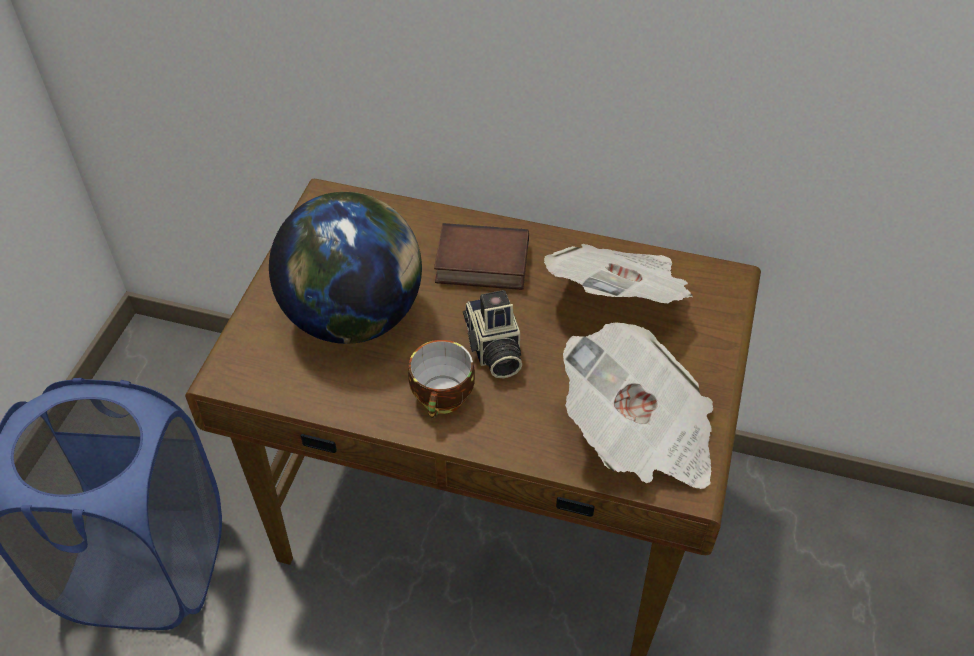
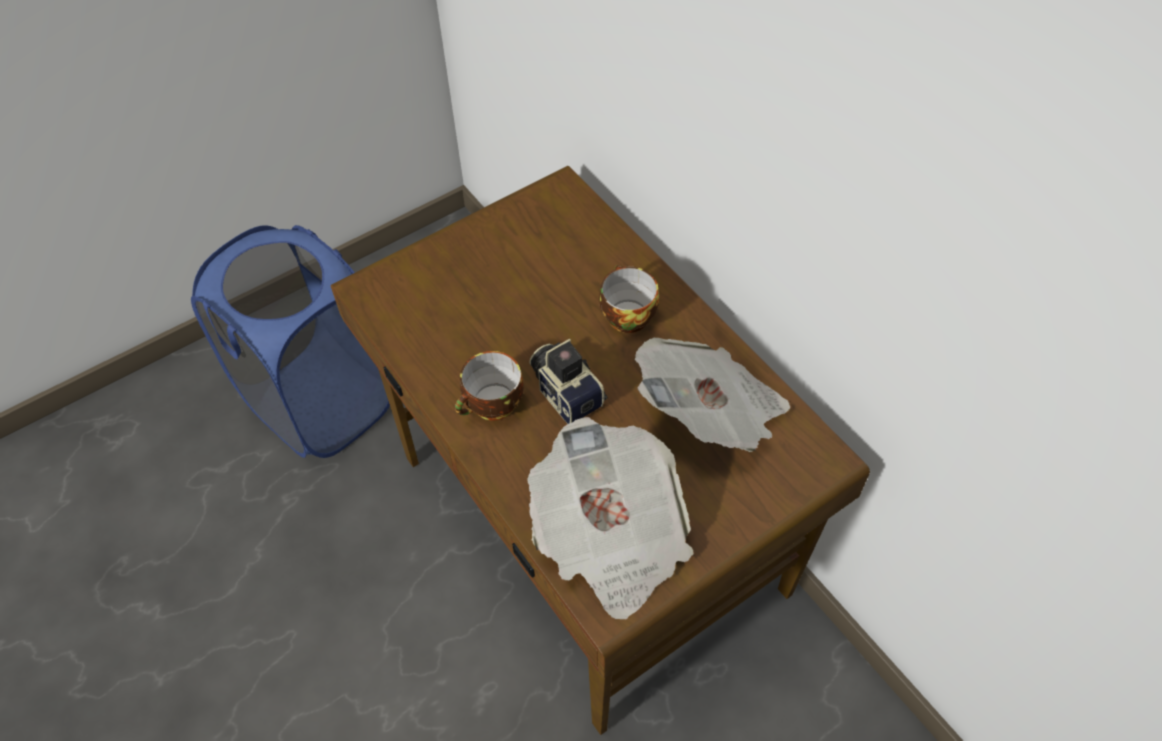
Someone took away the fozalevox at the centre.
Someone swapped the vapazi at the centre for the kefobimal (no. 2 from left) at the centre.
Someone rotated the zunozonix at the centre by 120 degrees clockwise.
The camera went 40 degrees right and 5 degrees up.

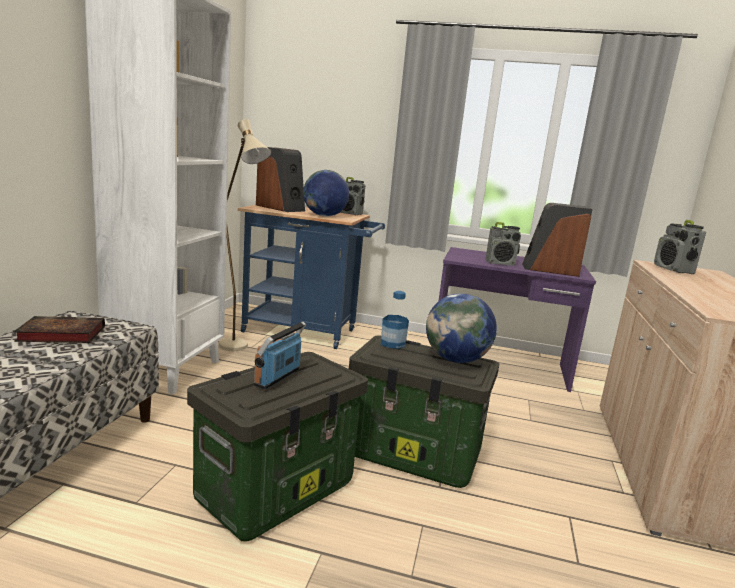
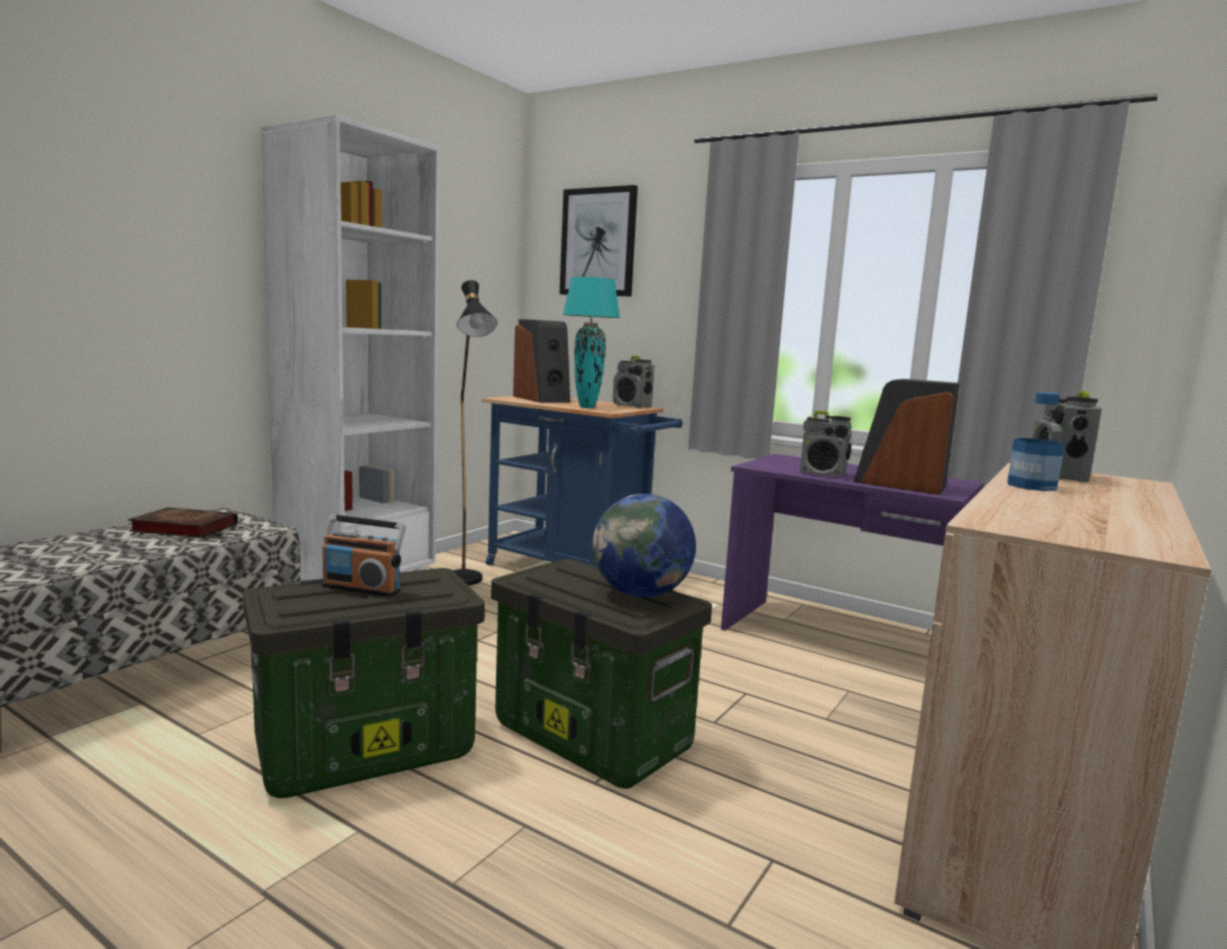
Someone put up the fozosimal at the top centre.
Someone carried the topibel from the centre to the middle right.
Someone swapped the fozalevox (no. 1 from left) at the top centre for the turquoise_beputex at the centre.
Someone repainted the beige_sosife at the centre, which became the black_sosife at the centre.
Someone rotated the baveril (no. 1 from left) at the centre by 120 degrees counterclockwise.
The camera went 20 degrees right and 5 degrees down.

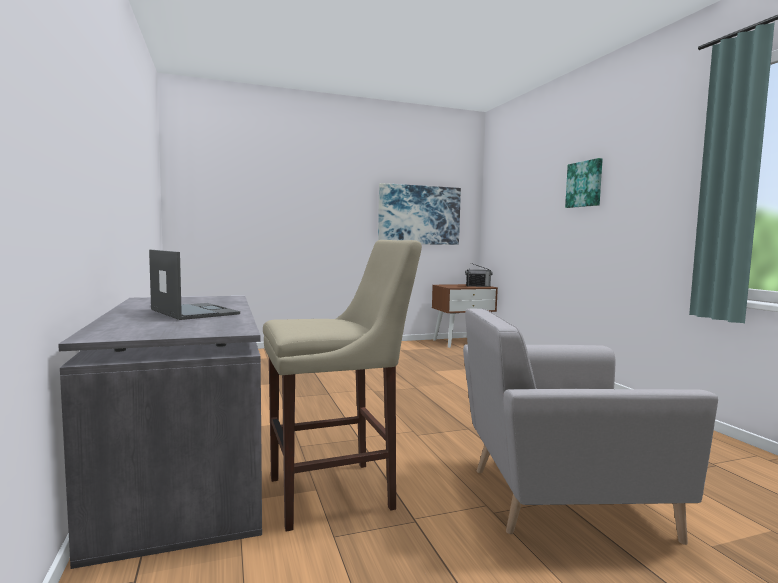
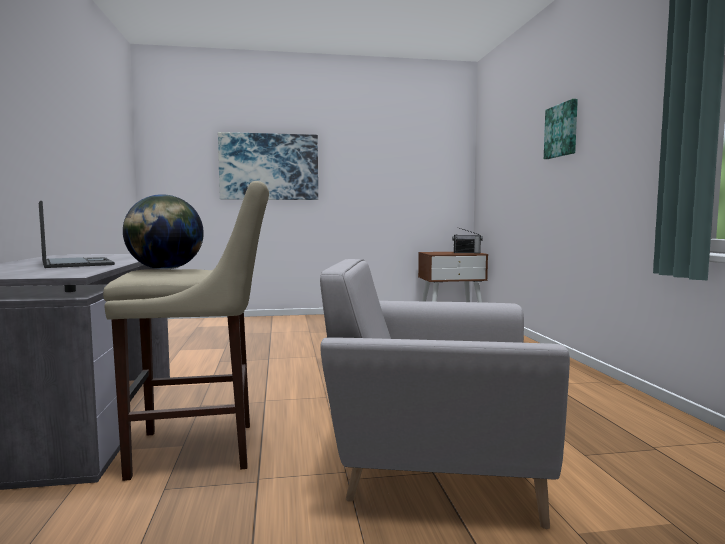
Someone put down the fozalevox at the middle left.
Someone carried the fozosimal (no. 1 from left) from the centre to the top centre.
The camera went 10 degrees right and 0 degrees up.

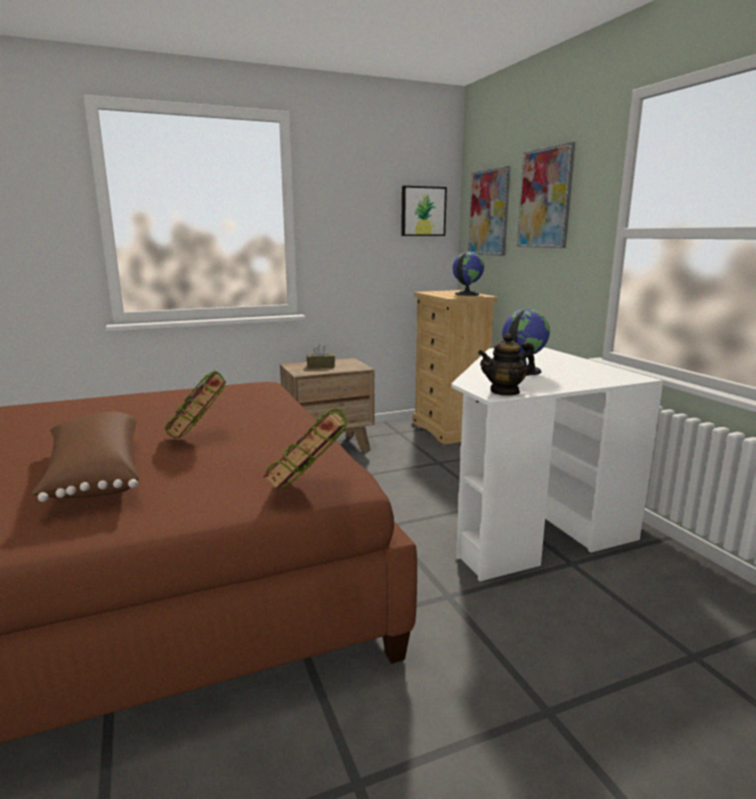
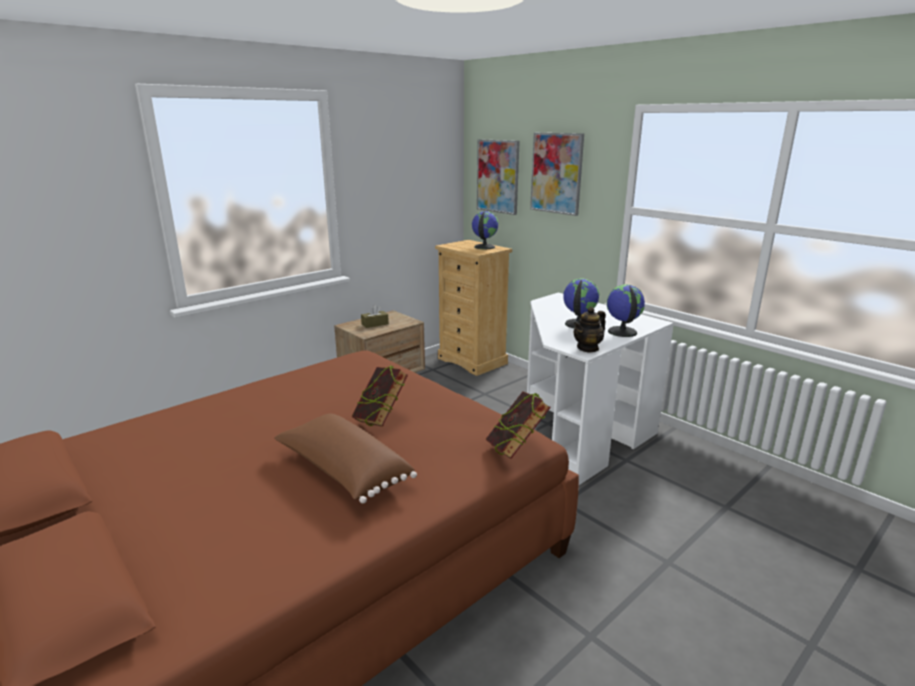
Someone took away the fozosimal (no. 1 from left) at the top centre.
Someone put down the fozalevox (no. 3 from left) at the middle right.
The camera went 20 degrees left and 5 degrees up.

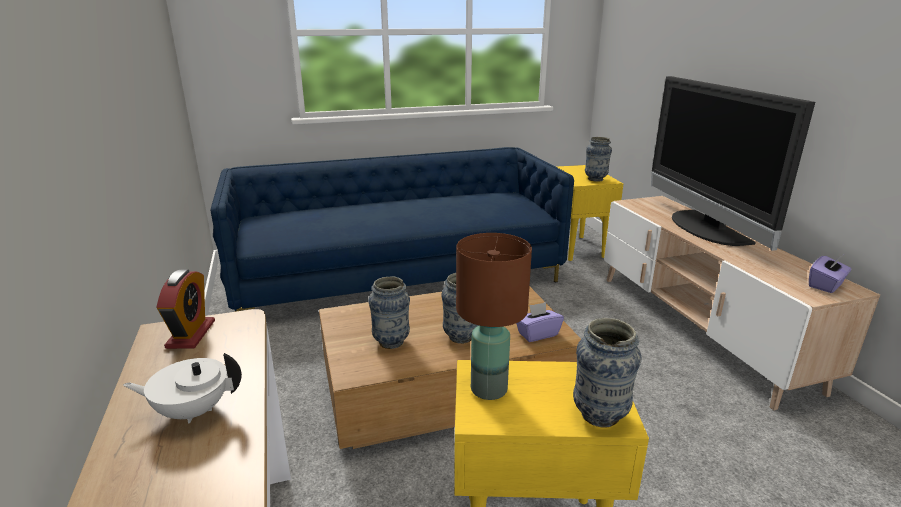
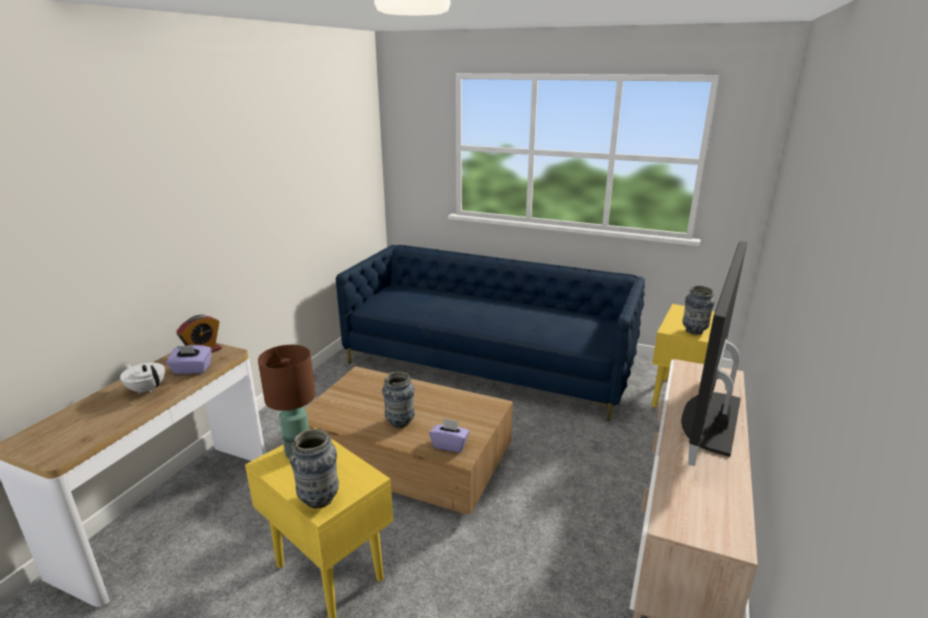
Someone took away the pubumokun (no. 1 from left) at the centre.
Someone carried the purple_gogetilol (no. 2 from left in the first image) from the middle right to the middle left.
The camera went 40 degrees right and 0 degrees up.

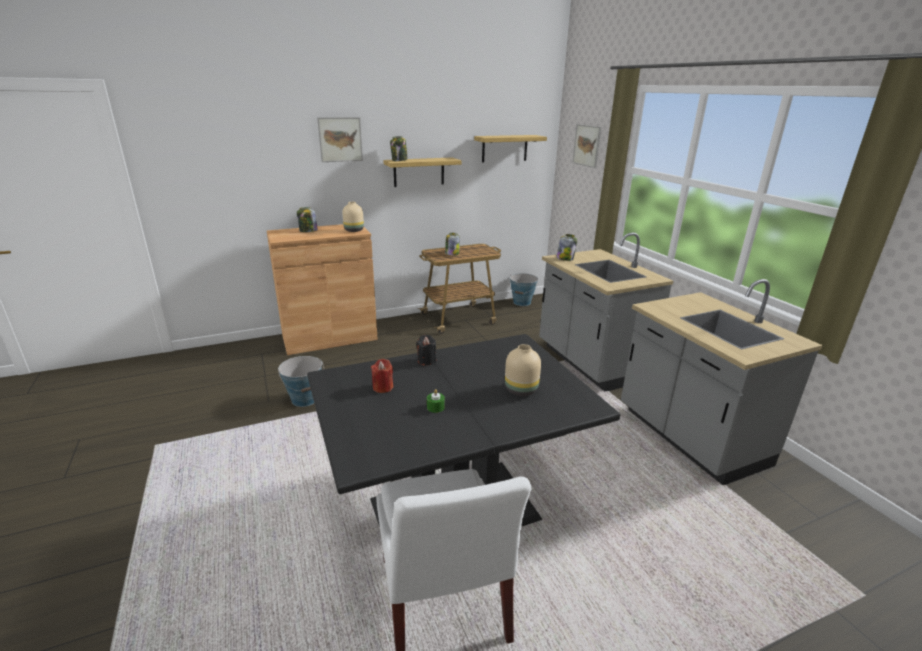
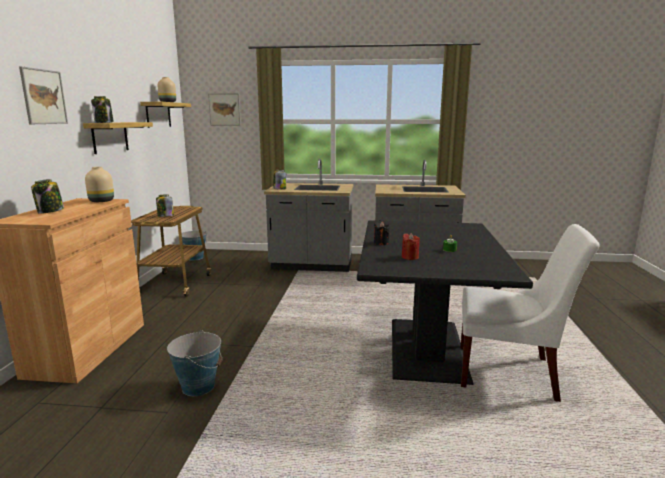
Someone carried the beige_pubumokun (no. 2 from left) from the centre to the top left.
The camera went 60 degrees left and 10 degrees down.

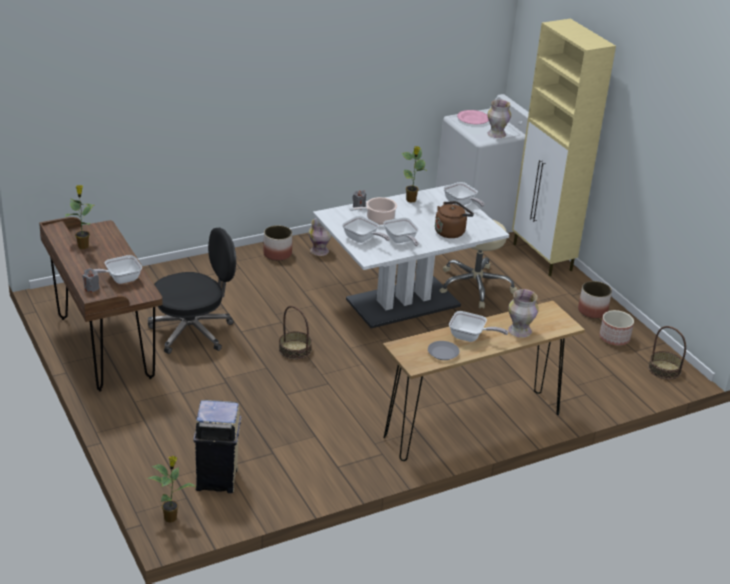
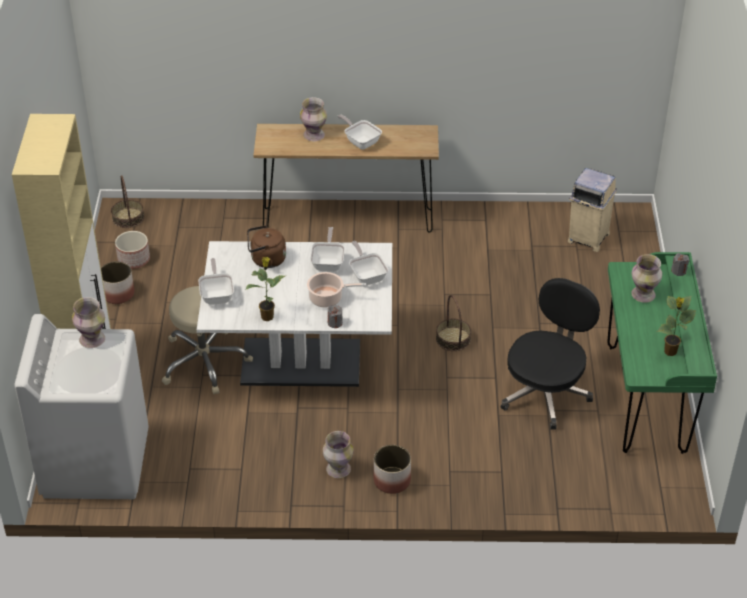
Someone took away the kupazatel (no. 2 from left) at the bottom left.
Someone took away the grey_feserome at the centre.
Someone took away the pink_feserome at the top centre.
Someone swapped the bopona (no. 1 from left) at the middle left for the pubumokun (no. 4 from left) at the middle right.
Someone repainted the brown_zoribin at the middle left, which became the green_zoribin at the middle right.
Someone rotated the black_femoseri at the middle left by 120 degrees clockwise.
The camera went 150 degrees left and 10 degrees up.

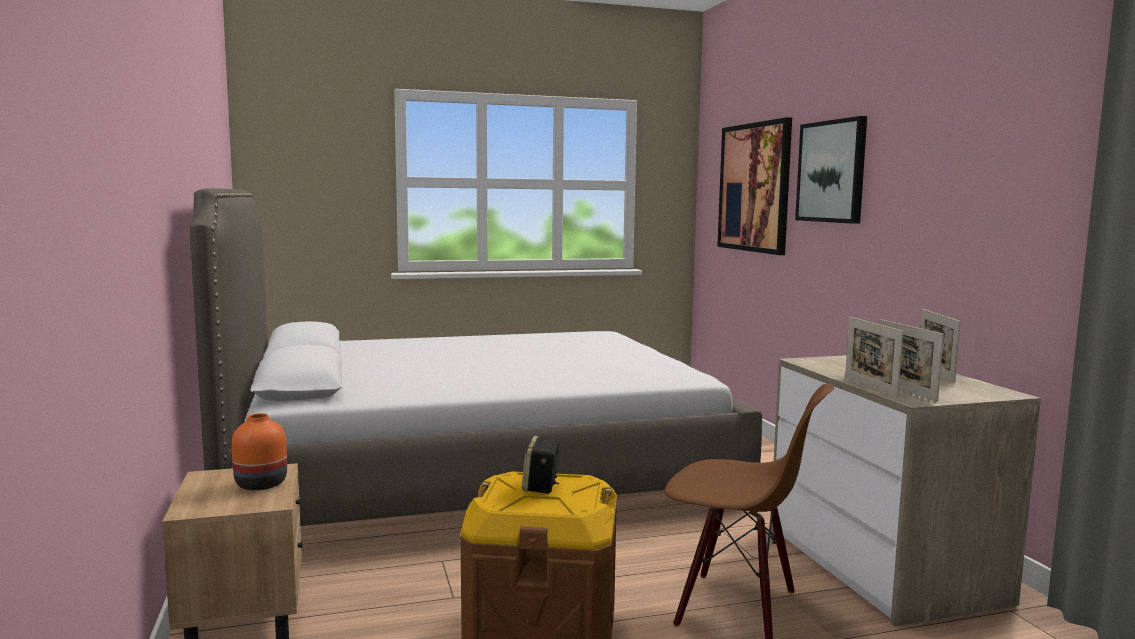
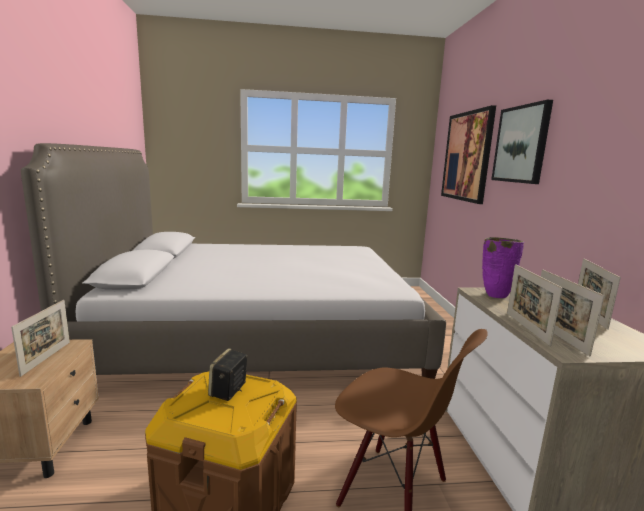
Someone put down the purple_pubumokun at the middle right.
Someone swapped the orange_pubumokun at the bottom left for the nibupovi (no. 1 from left) at the middle left.
The camera went 10 degrees right and 5 degrees up.

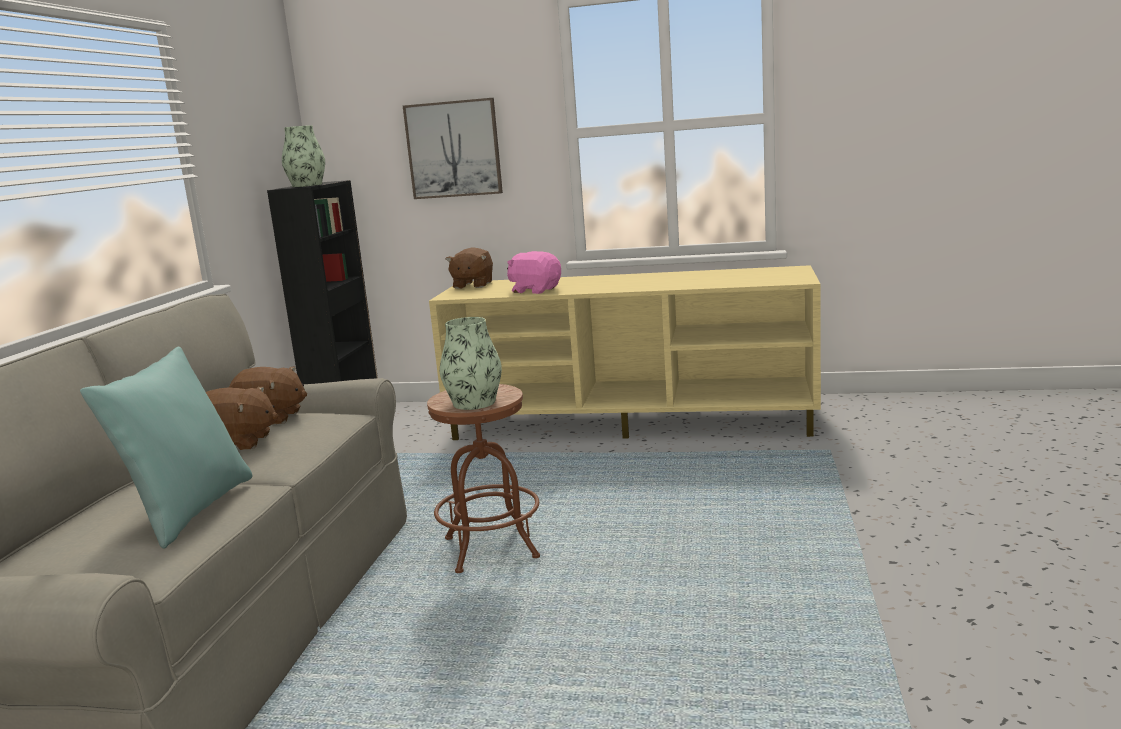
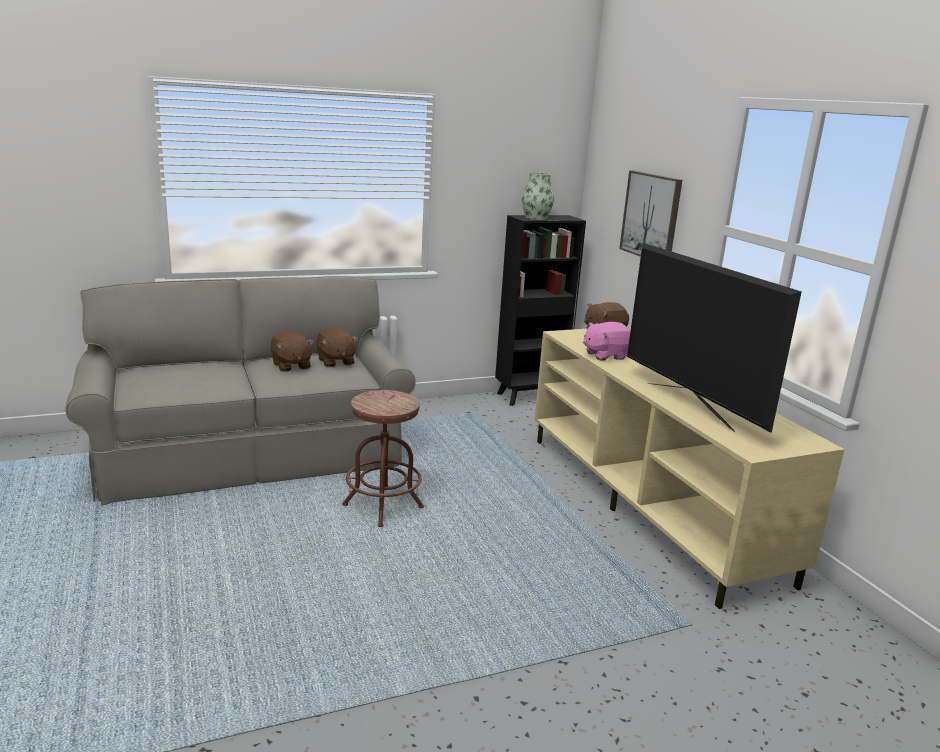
Someone took away the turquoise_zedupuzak at the middle left.
Someone took away the pubumokun (no. 2 from left) at the centre.
Someone put down the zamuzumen at the middle right.
Someone rotated the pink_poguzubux at the centre by 105 degrees counterclockwise.
The camera went 55 degrees right and 5 degrees up.

